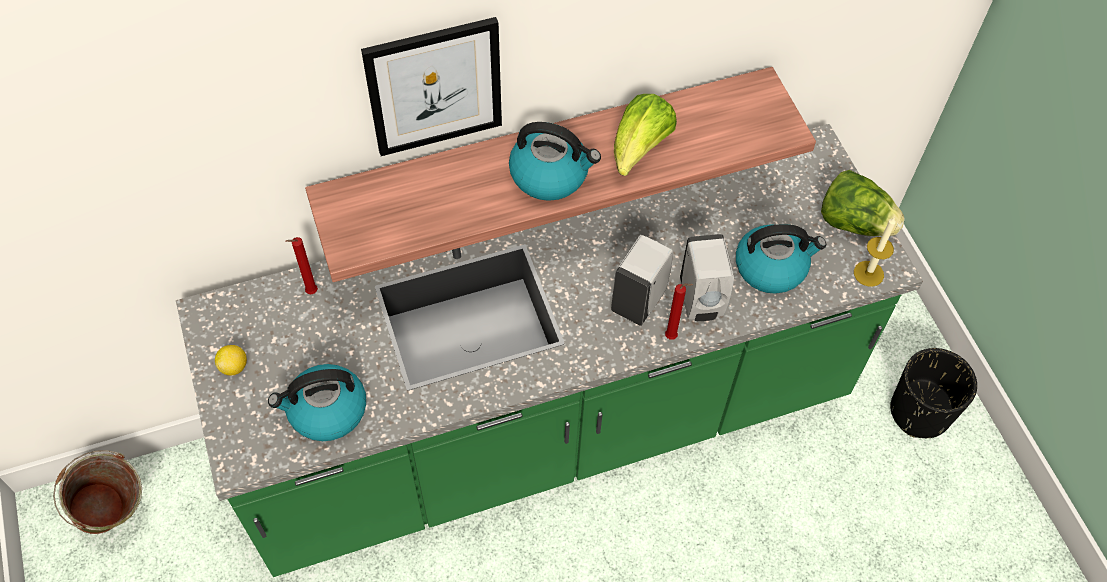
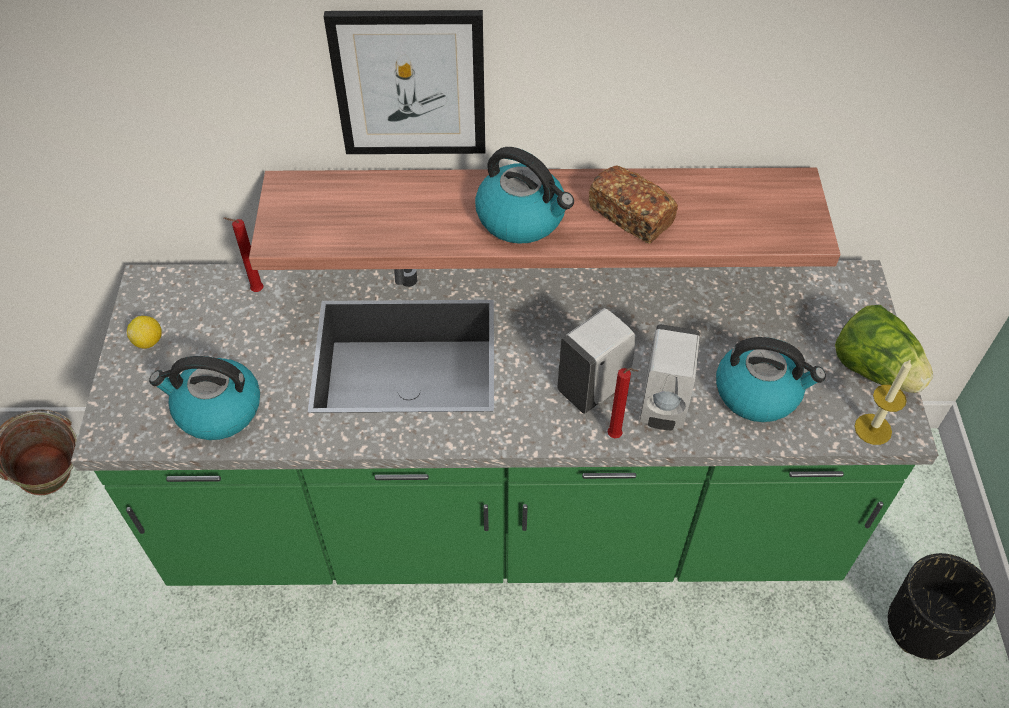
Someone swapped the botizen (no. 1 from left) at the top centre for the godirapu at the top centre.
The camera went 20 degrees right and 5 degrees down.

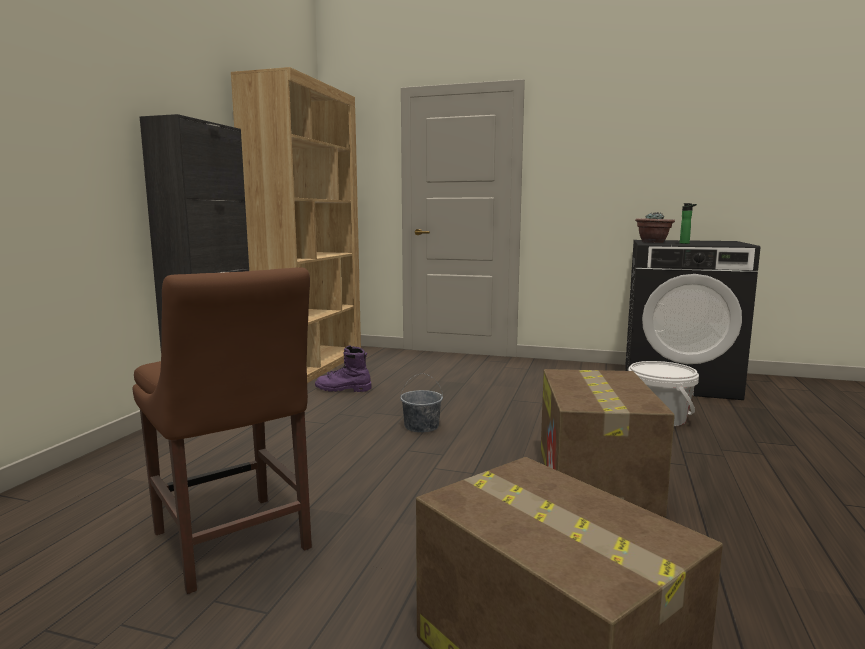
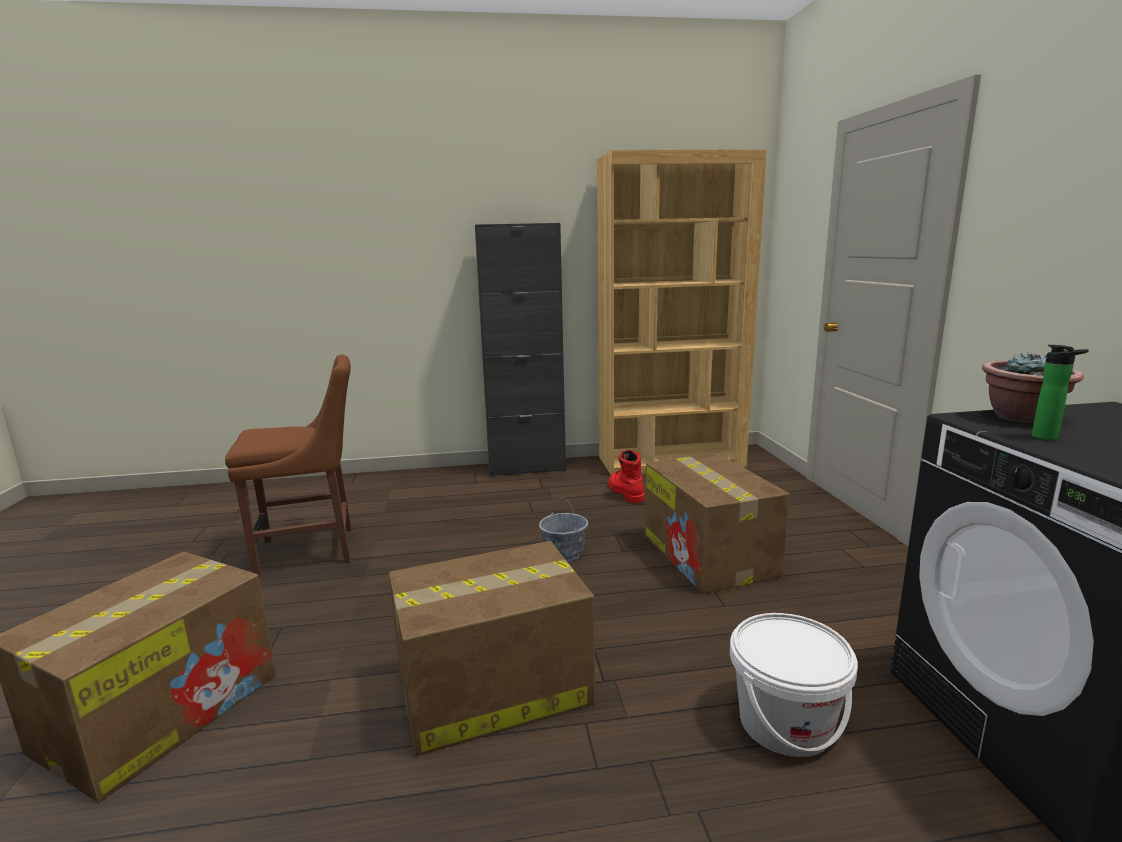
Someone put down the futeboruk (no. 3 from left) at the centre.
Someone repainted the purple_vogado at the centre, which became the red_vogado at the centre.
Someone rotated the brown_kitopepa at the middle left by 135 degrees counterclockwise.
The camera went 65 degrees right and 5 degrees up.

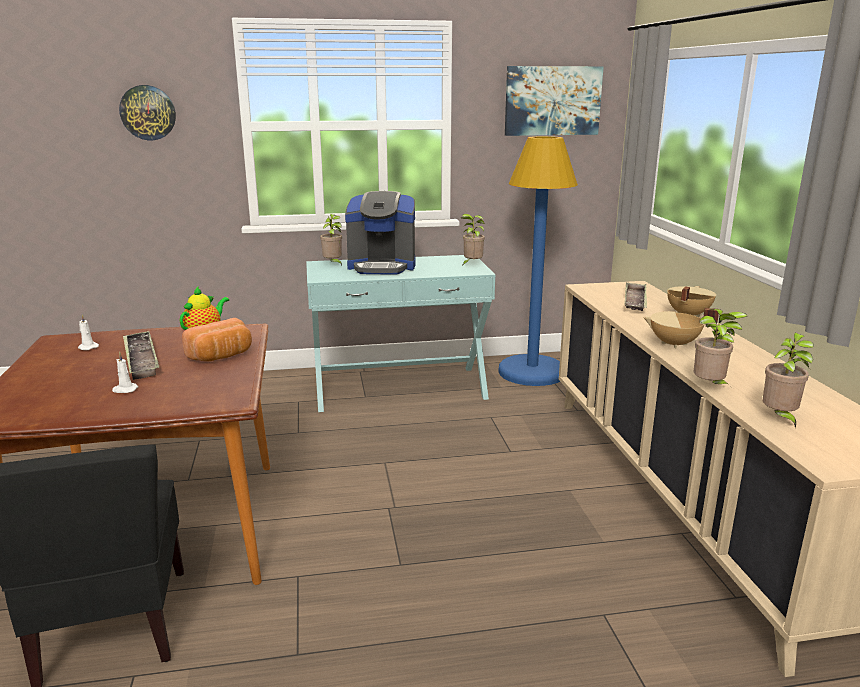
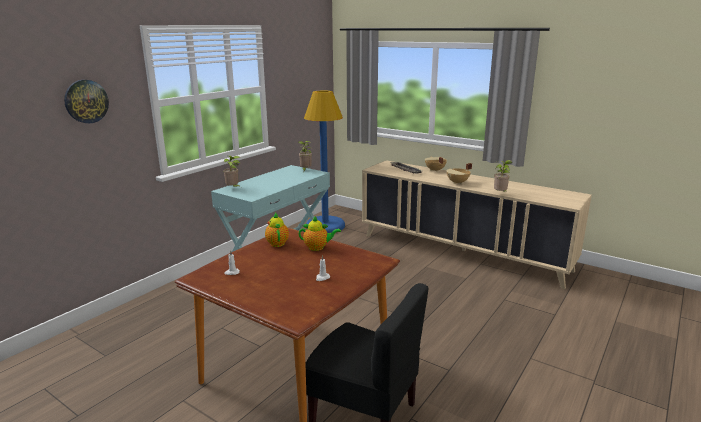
Someone took away the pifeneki (no. 1 from left) at the middle left.
Someone took away the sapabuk at the centre.
Someone took away the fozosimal at the top centre.
Someone took away the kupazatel (no. 4 from left) at the middle right.
Someone swapped the godirapu at the middle left for the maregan (no. 2 from left) at the centre.
The camera went 45 degrees left and 0 degrees up.

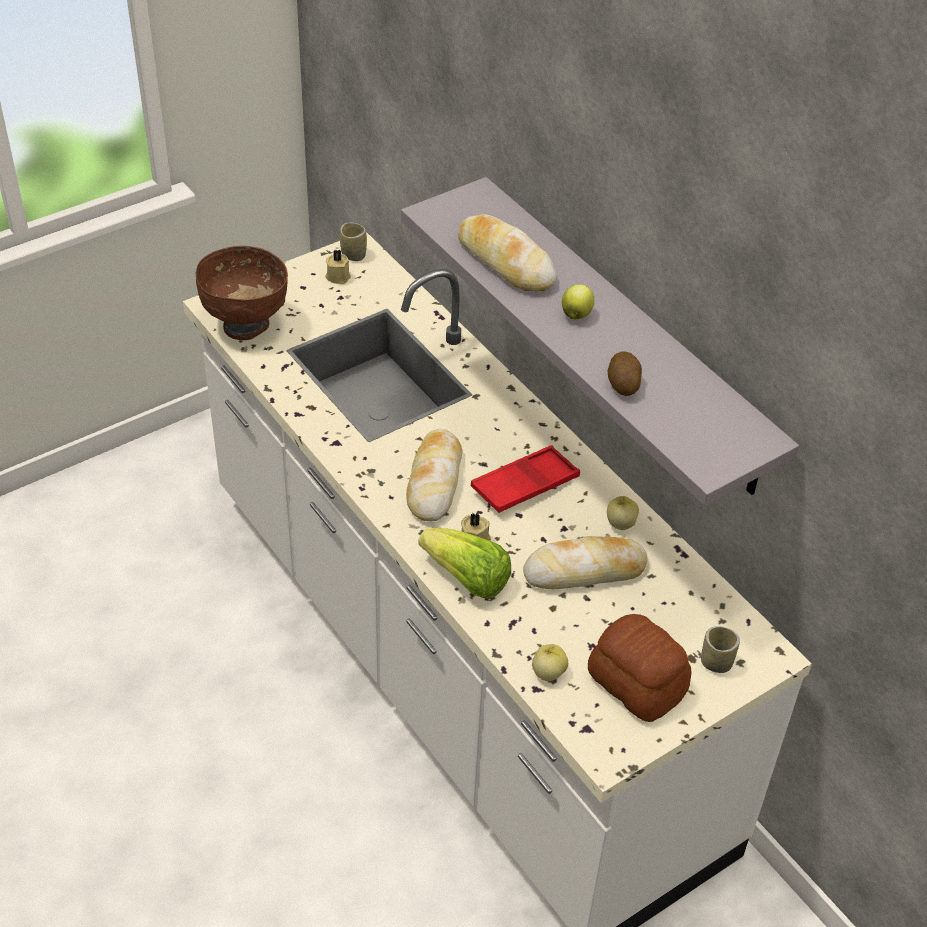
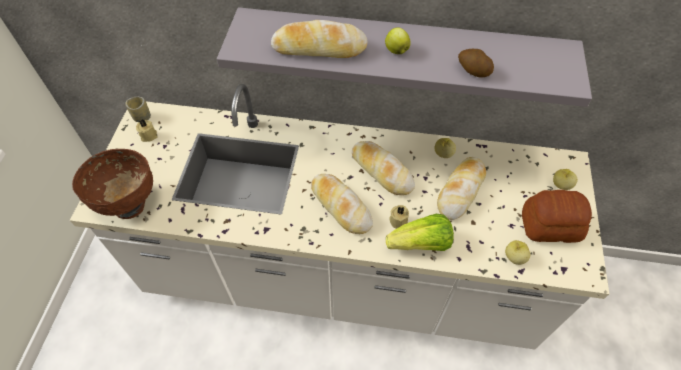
Someone swapped the red_pifeneki at the centre for the godirapu (no. 3 from left) at the centre.
Someone swapped the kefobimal (no. 2 from left) at the bottom right for the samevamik (no. 4 from left) at the middle right.
The camera went 45 degrees left and 10 degrees up.

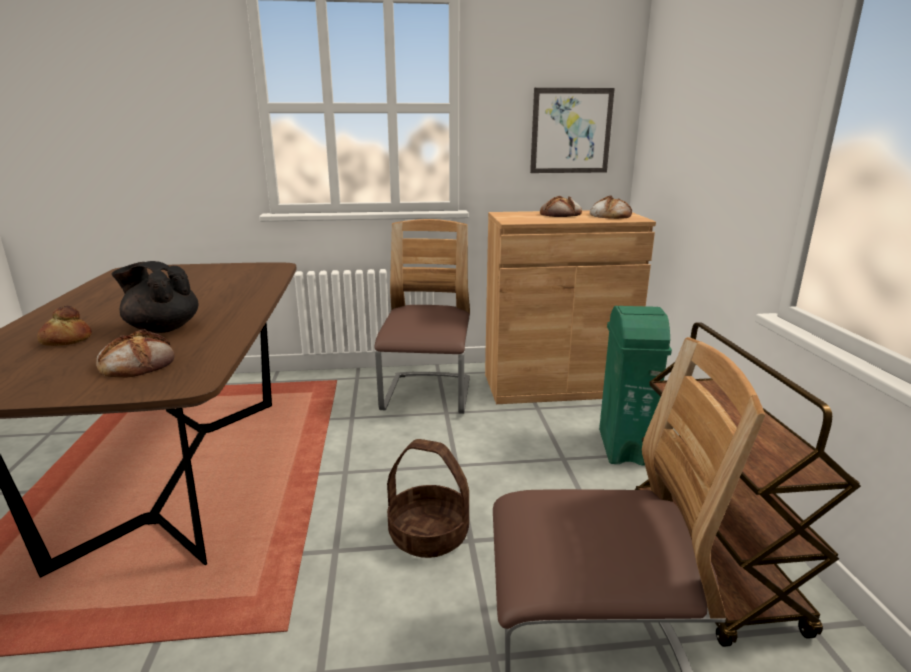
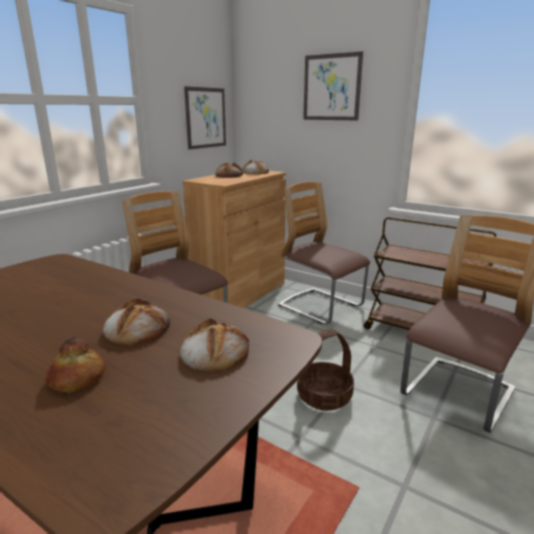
Someone put up the fozosimal (no. 2 from left) at the top centre.
Someone swapped the black_maregan at the middle left for the godirapu (no. 2 from left) at the middle left.
Someone swapped the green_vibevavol at the middle right for the kitopepa (no. 2 from left) at the centre.
The camera went 50 degrees left and 0 degrees up.

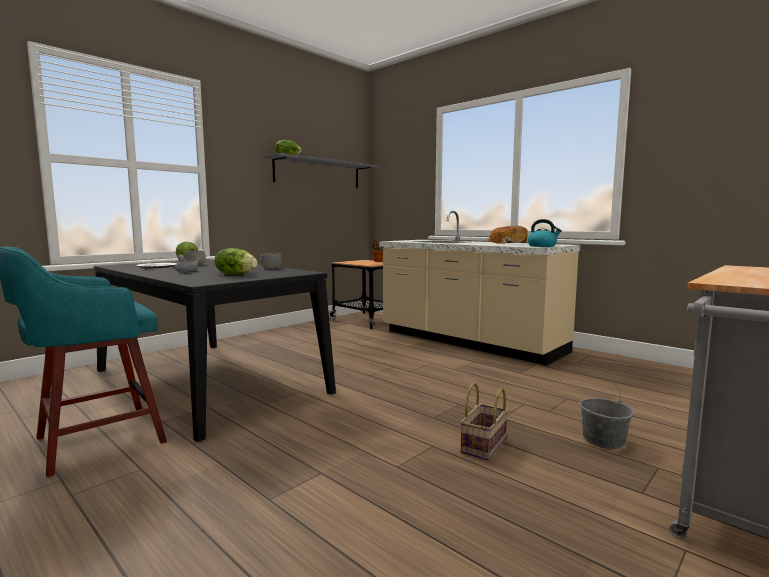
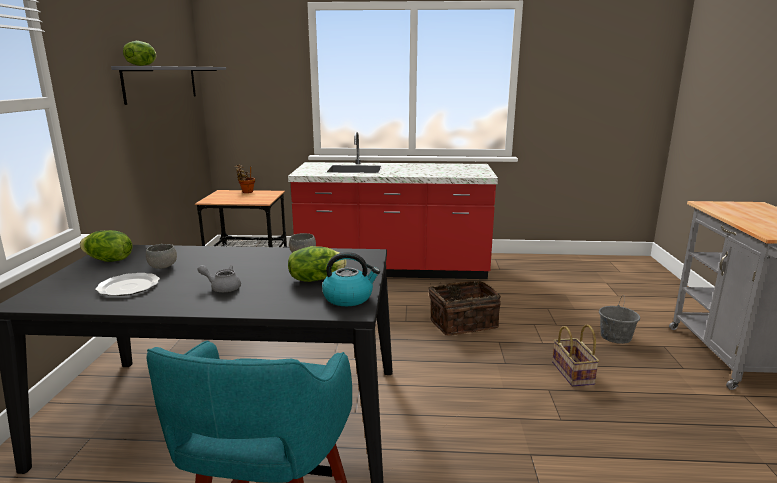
Someone took away the godirapu at the centre.
Someone put down the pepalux (no. 1 from left) at the centre.
Someone carried the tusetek from the middle right to the centre.
Someone repainted the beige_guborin at the centre, which became the red_guborin at the centre.
The camera went 40 degrees left and 10 degrees up.

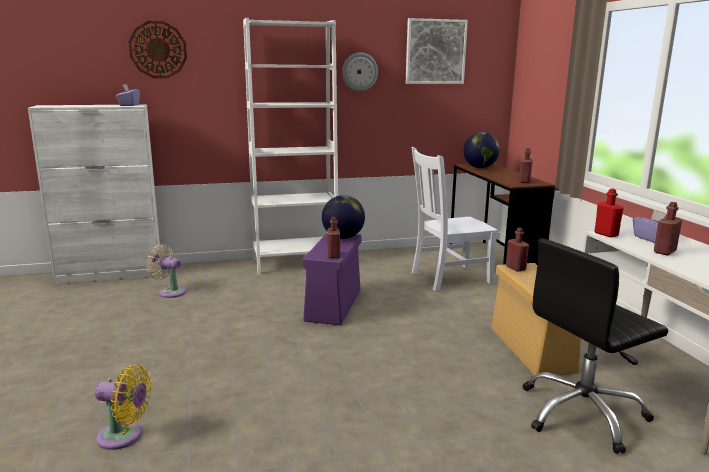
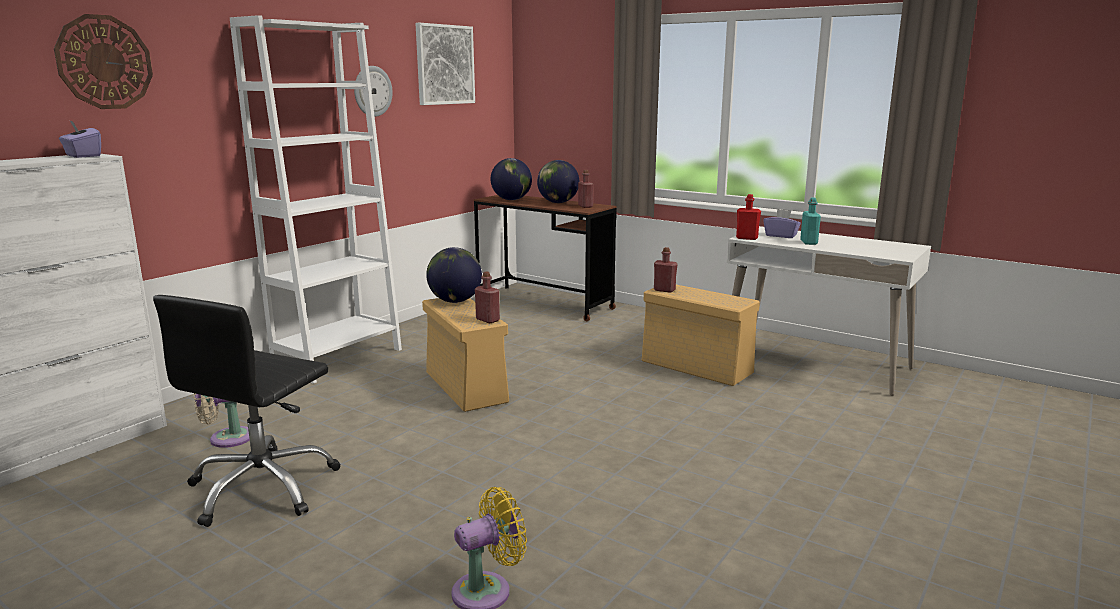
Someone took away the white_kitopepa at the centre.
Someone put down the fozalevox (no. 3 from left) at the top centre.
Someone carried the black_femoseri from the bottom right to the bottom left.
Someone repainted the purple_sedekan at the centre, which became the beige_sedekan (no. 1 from left) at the centre.
Someone repainted the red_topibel (no. 5 from left) at the middle right, which became the turquoise_topibel at the middle right.
The camera went 40 degrees left and 0 degrees up.

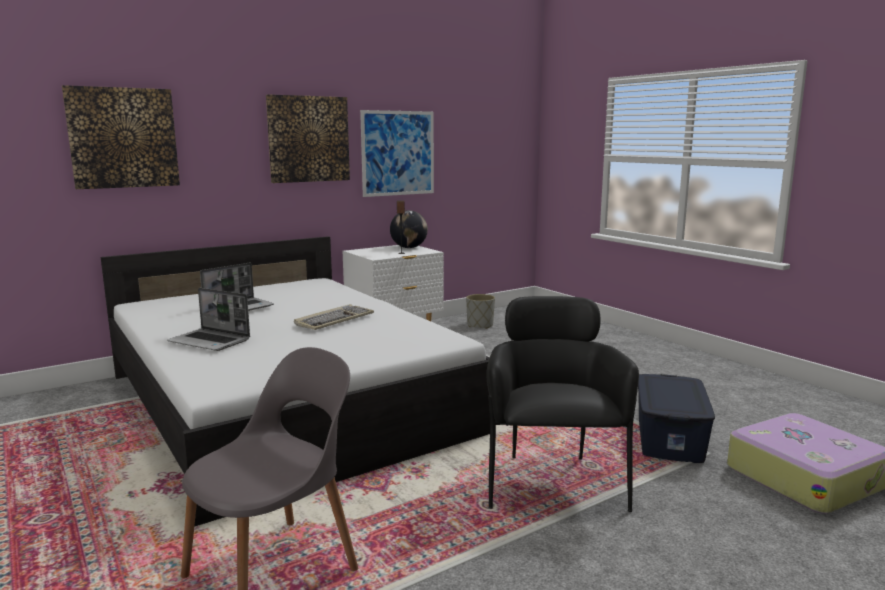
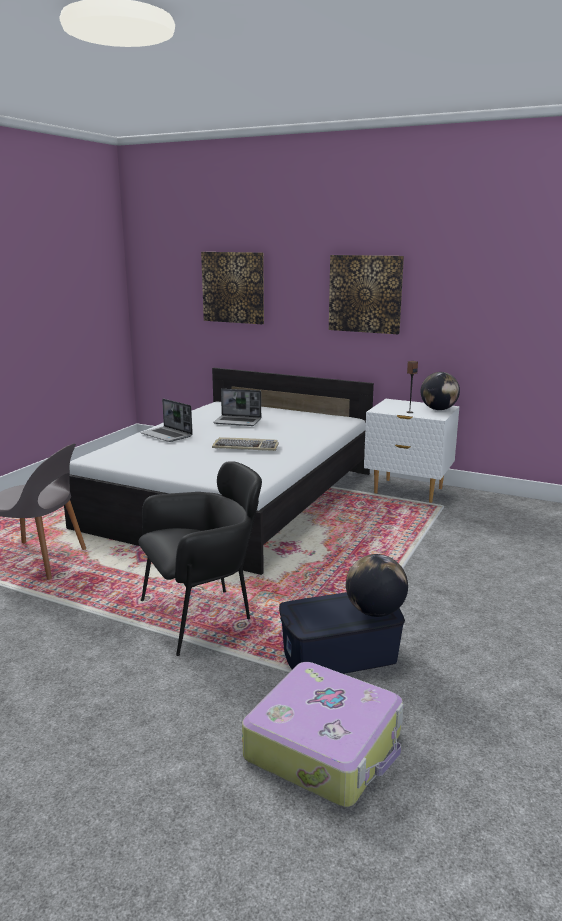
Someone took away the fozosimal (no. 3 from left) at the top centre.
Someone took away the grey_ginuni at the centre.
Someone put down the fozalevox (no. 1 from left) at the middle right.
Someone rotated the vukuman (no. 1 from left) at the middle left by 45 degrees counterclockwise.
The camera went 60 degrees right and 5 degrees up.

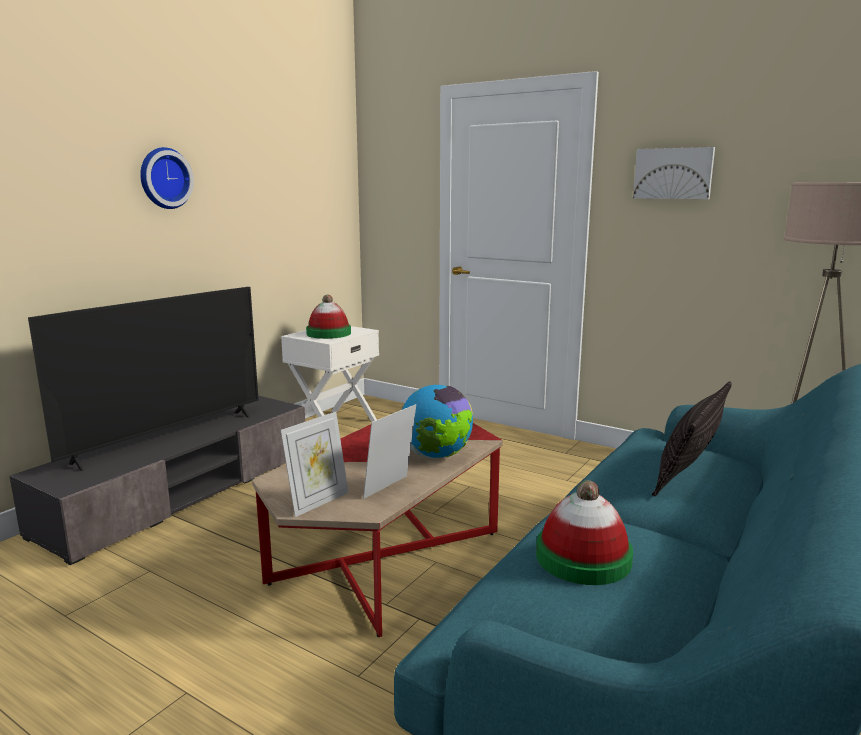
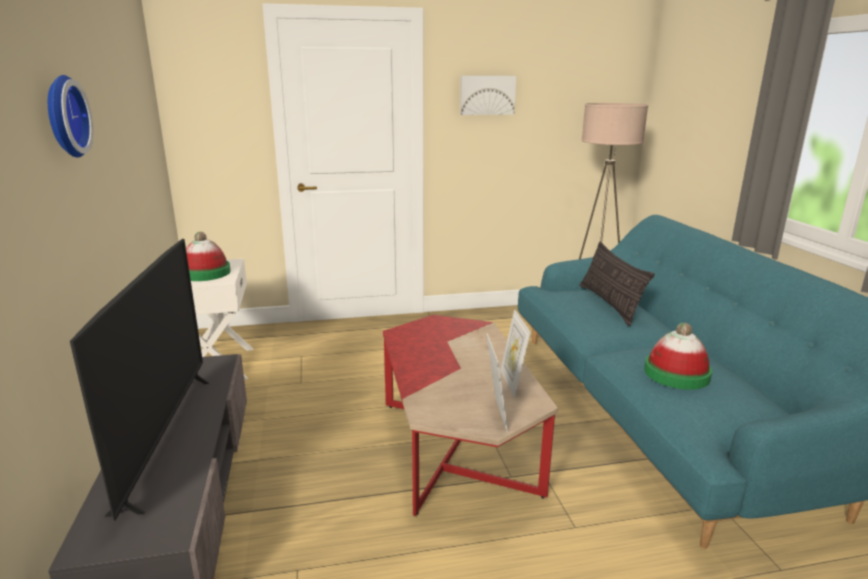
Someone took away the fozalevox at the centre.
The camera went 45 degrees left and 5 degrees up.

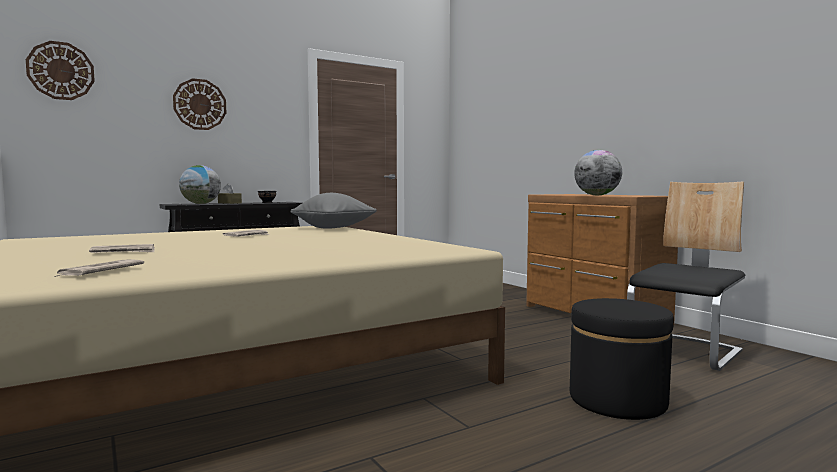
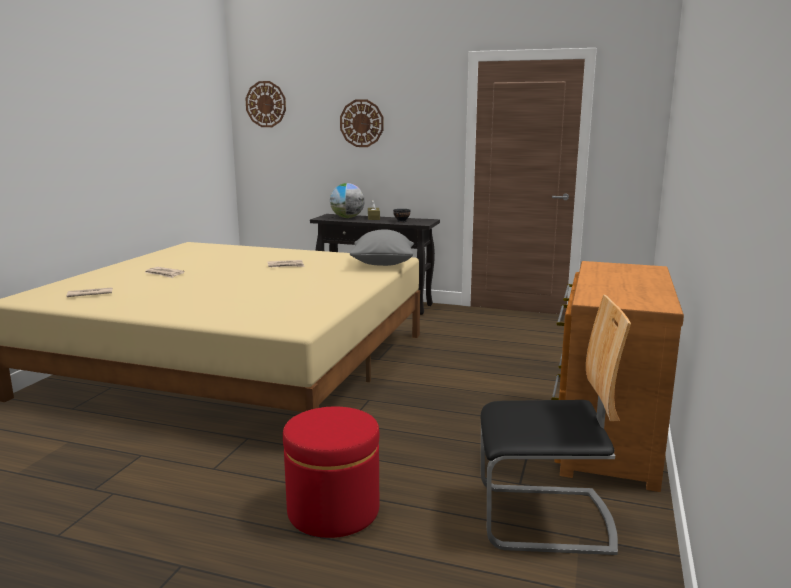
Someone took away the fozalevox (no. 2 from left) at the middle right.
Someone repainted the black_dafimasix at the bottom right, which became the red_dafimasix at the bottom centre.
The camera went 50 degrees right and 10 degrees up.

